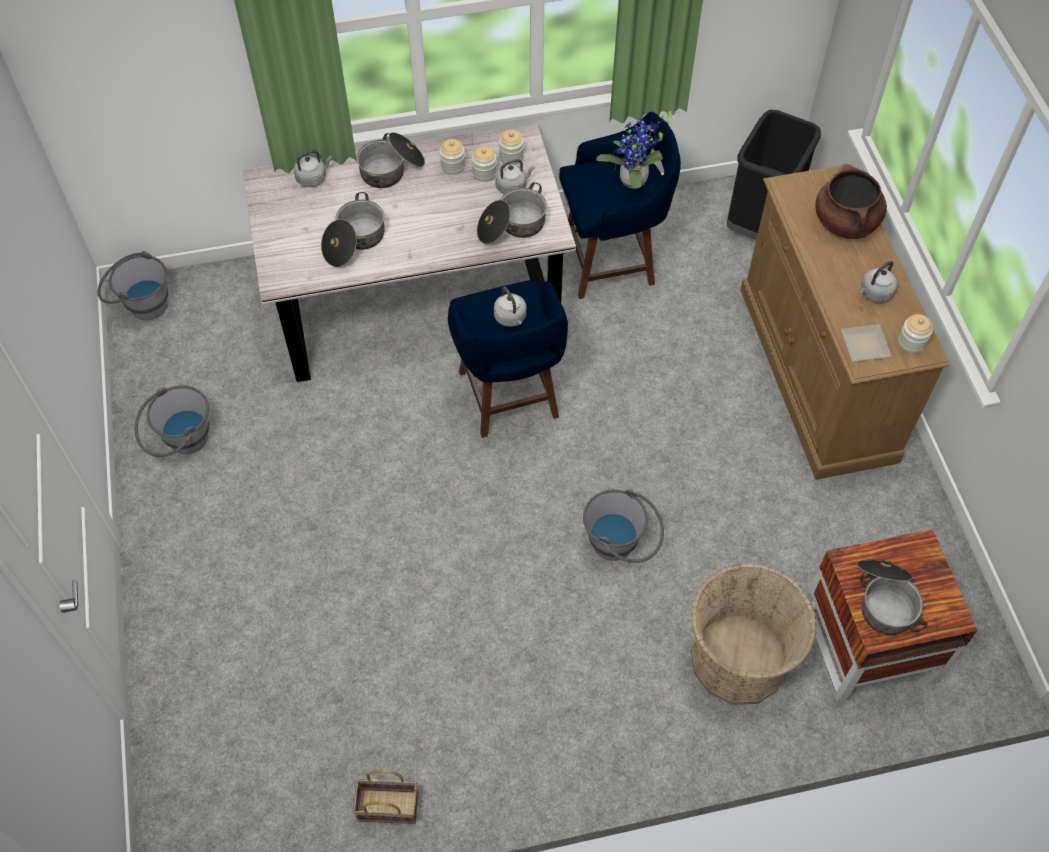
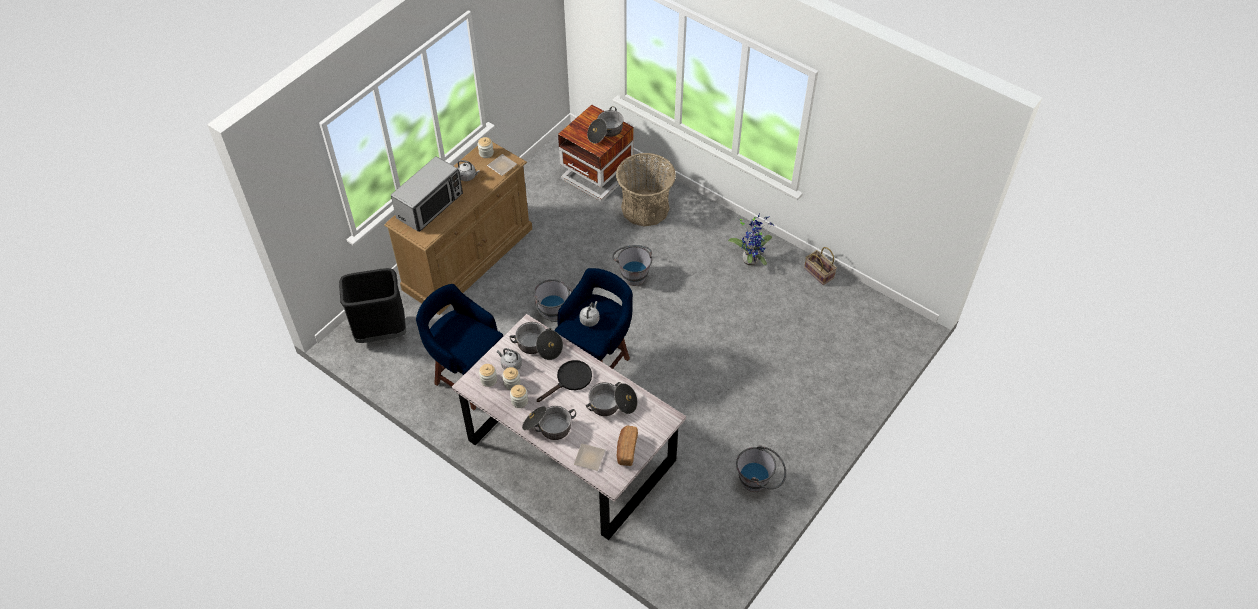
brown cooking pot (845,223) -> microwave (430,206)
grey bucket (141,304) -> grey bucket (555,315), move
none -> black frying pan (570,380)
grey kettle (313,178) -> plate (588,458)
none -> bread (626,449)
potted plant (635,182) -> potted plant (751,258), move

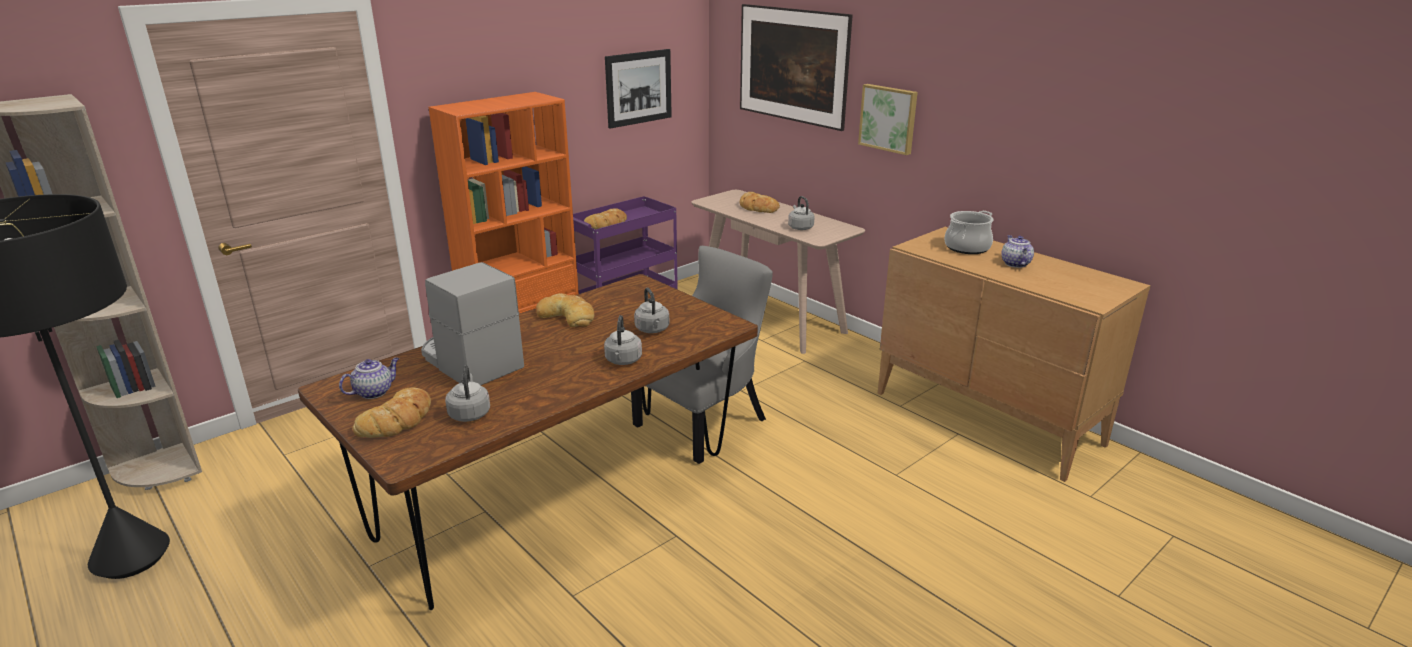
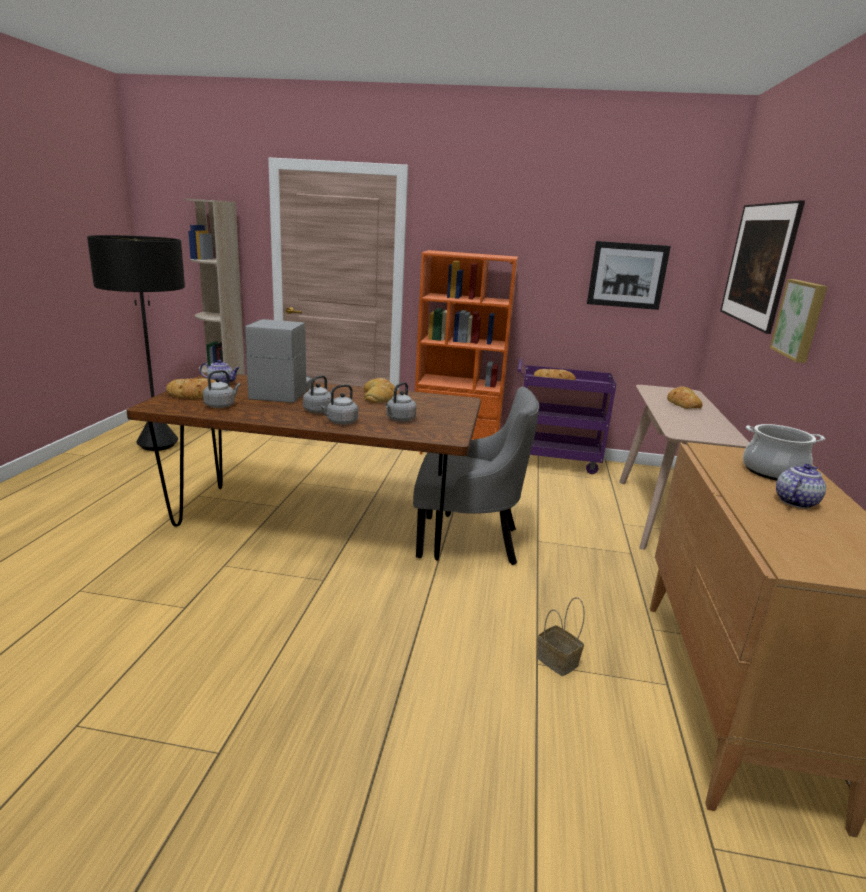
grey kettle (800,227) -> grey kettle (319,410), move
none -> basket (559,661)

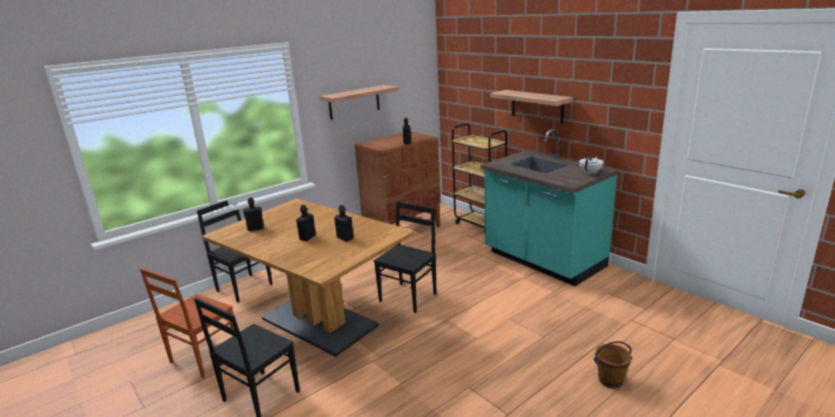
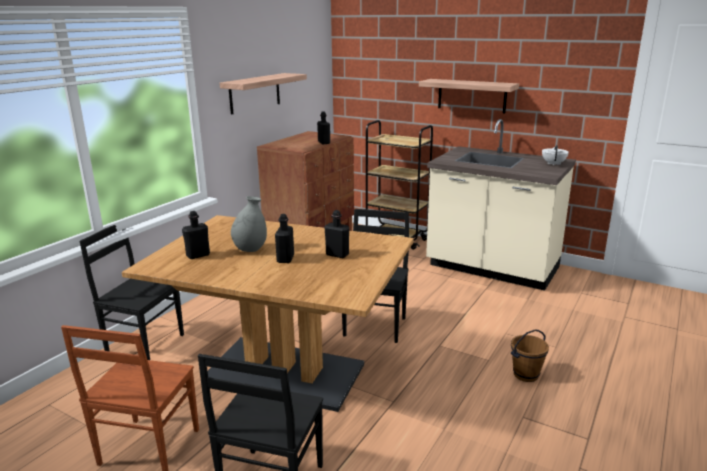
none -> grey vase (250,250)
turquoise counter (543,260) -> beige counter (492,268)
brown bucket (610,381) -> brown bucket (526,375), move

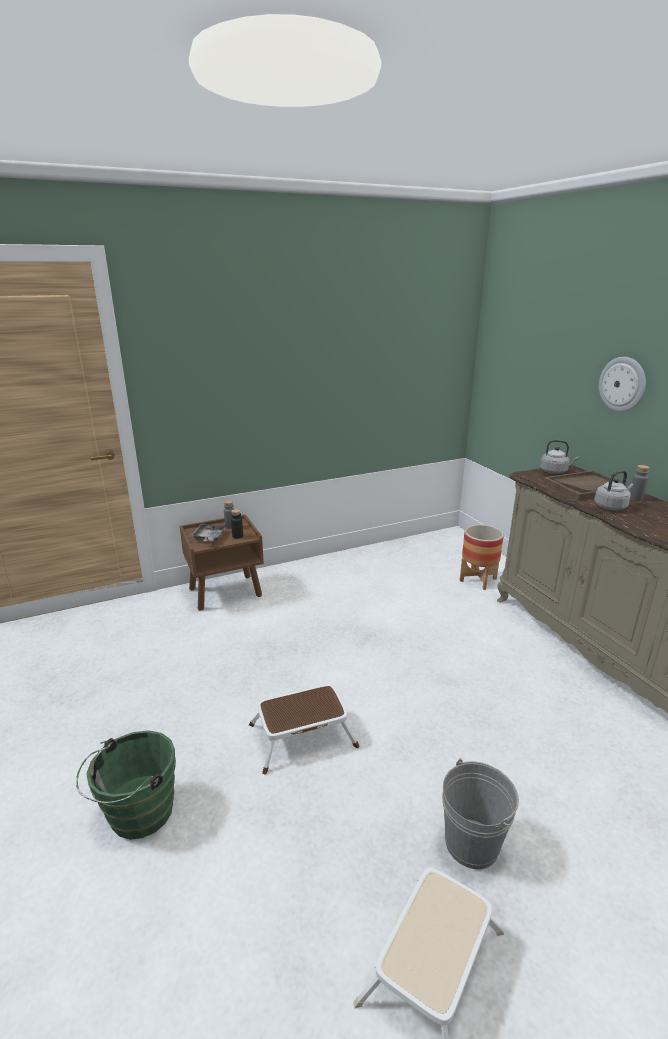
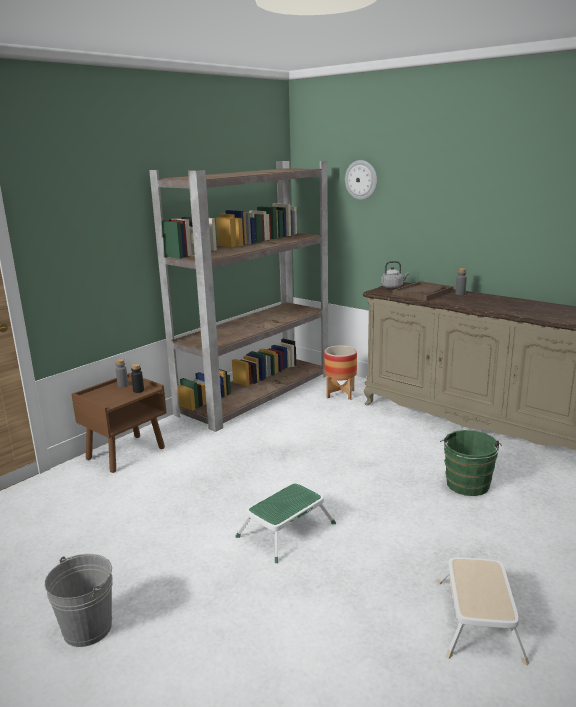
grey bucket (472,843) -> grey bucket (87,628), move
none -> brown bookcase (256,393)
brown step ladder (303,736) -> green step ladder (286,530)
wall clock (622,384) -> wall clock (361,180), move
green bucket (136,815) -> green bucket (467,486), move
grey tray (209,538) -> none
grey kettle (611,506) -> none

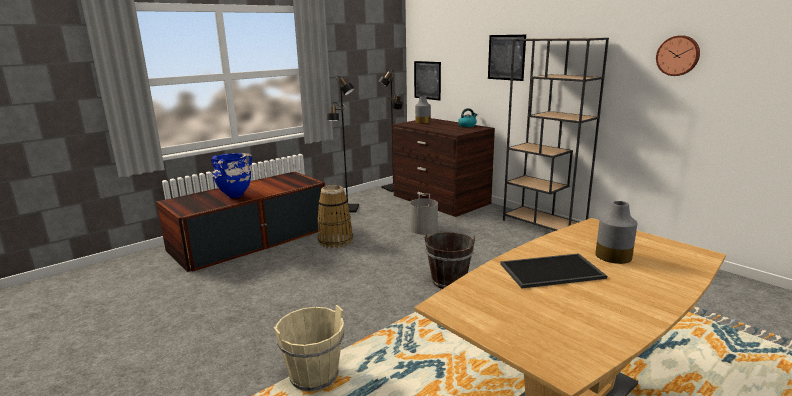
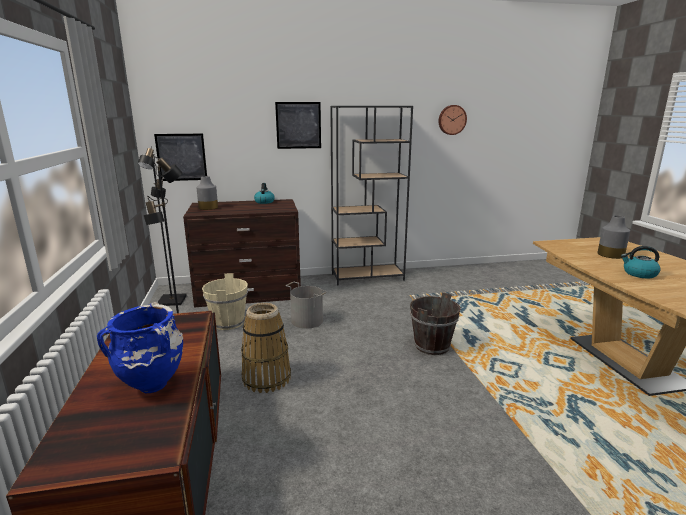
beige bucket (314,376) -> beige bucket (228,323), move
tray (551,272) -> kettle (639,274)

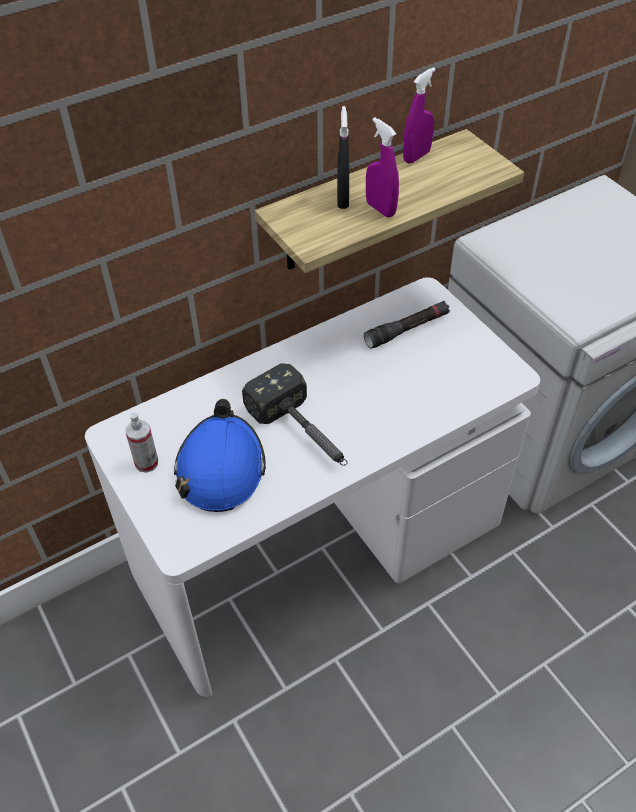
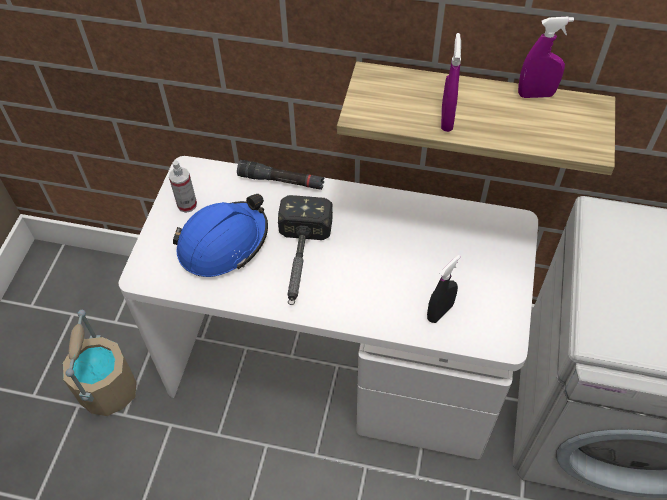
none -> beige bucket (108,389)
black flashlight (407,330) -> black flashlight (281,181), move
black spray bottle (342,199) -> black spray bottle (440,312), move

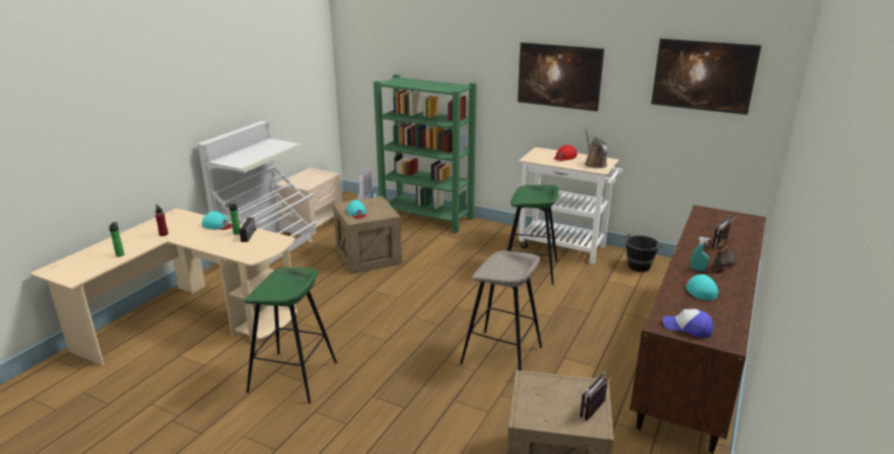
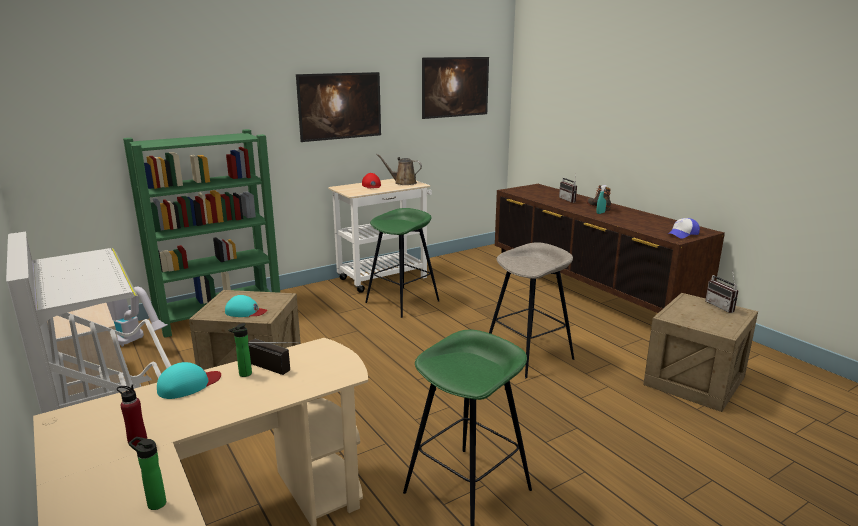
black bucket (640,264) -> none
turquoise cap (699,289) -> none

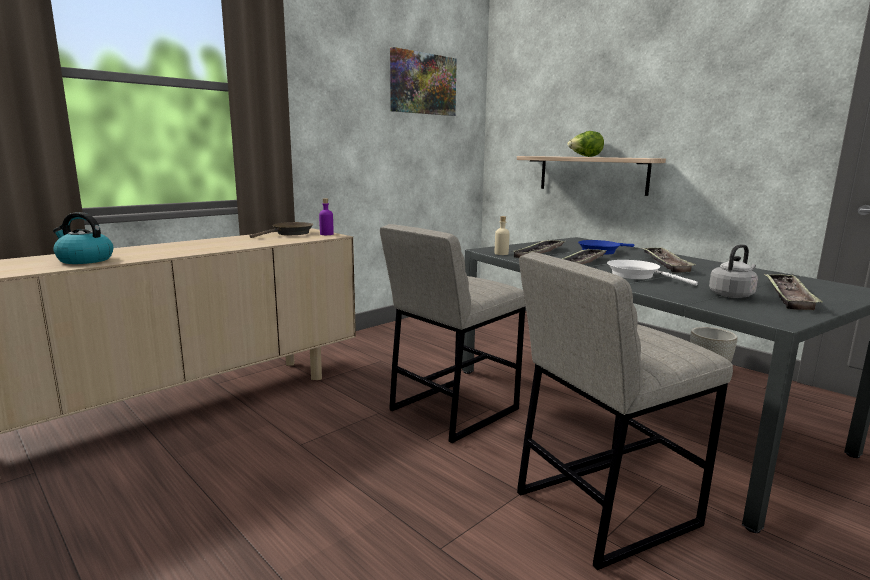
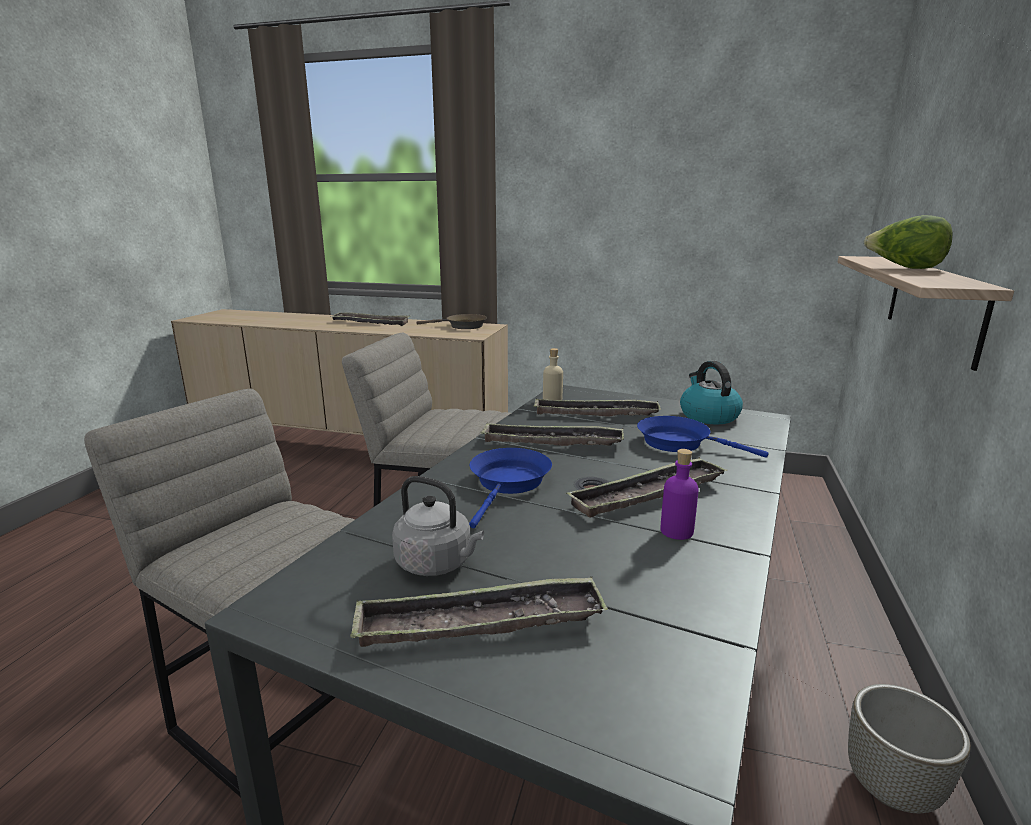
none -> tray (370,323)
white frying pan (637,276) -> blue frying pan (508,483)
purple bottle (326,234) -> purple bottle (676,531), move
kettle (84,260) -> kettle (708,416), move
picture (423,84) -> none

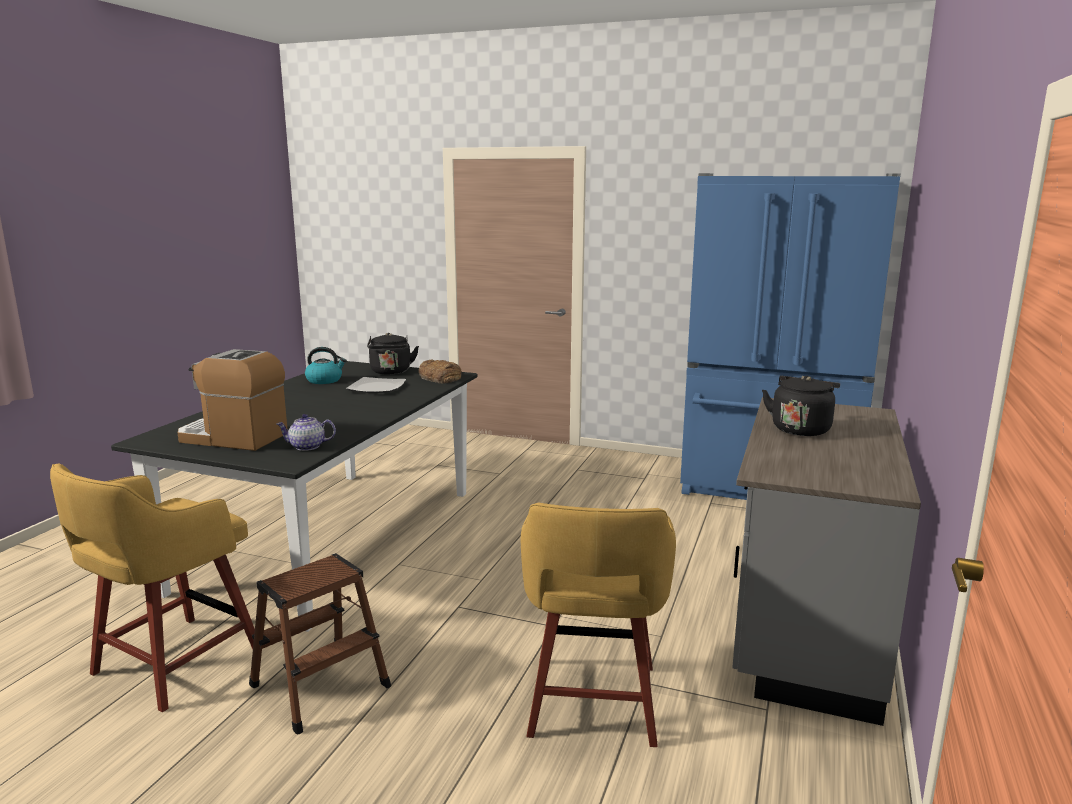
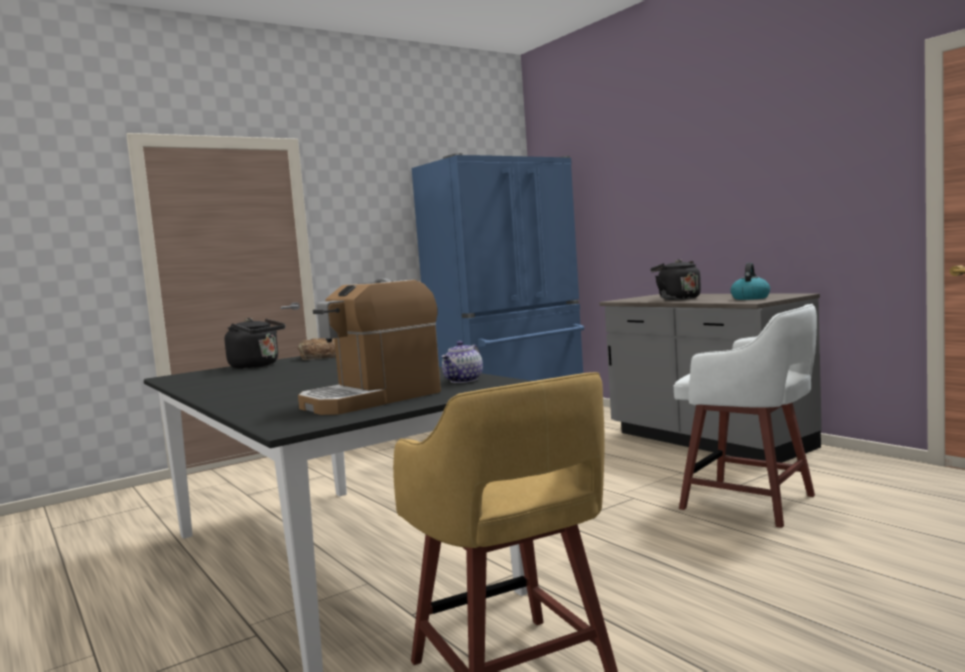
yellow stool (592,704) -> white stool (752,503)
kettle (325,380) -> kettle (750,298), move
brown step ladder (319,685) -> none
plate (377,388) -> none

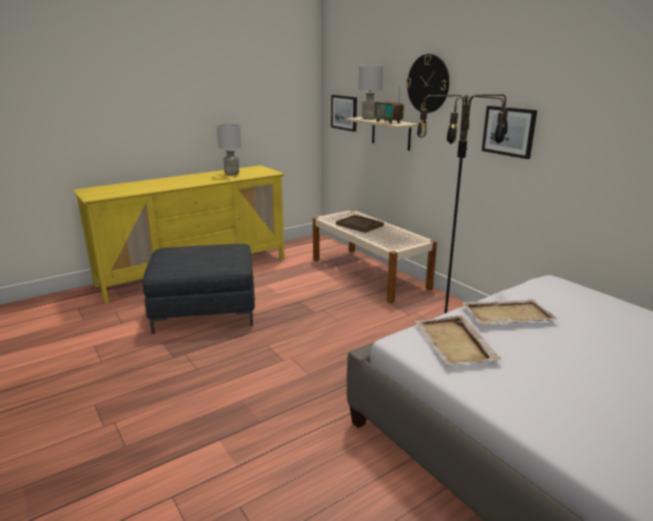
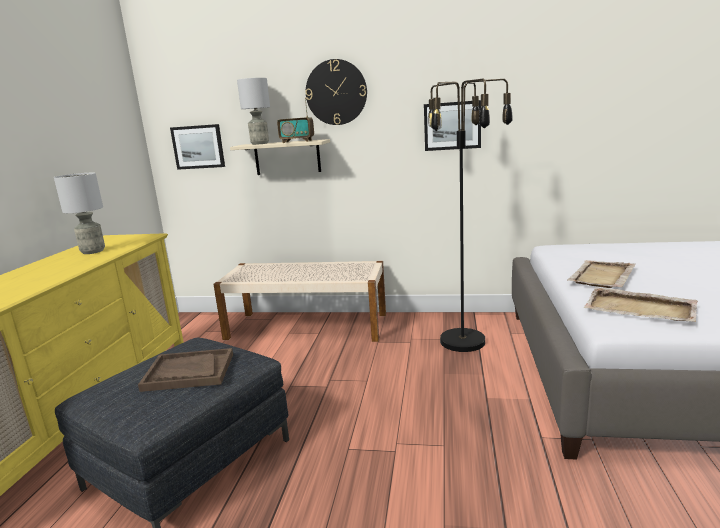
brown tray (359,225) -> brown tray (188,372), move

